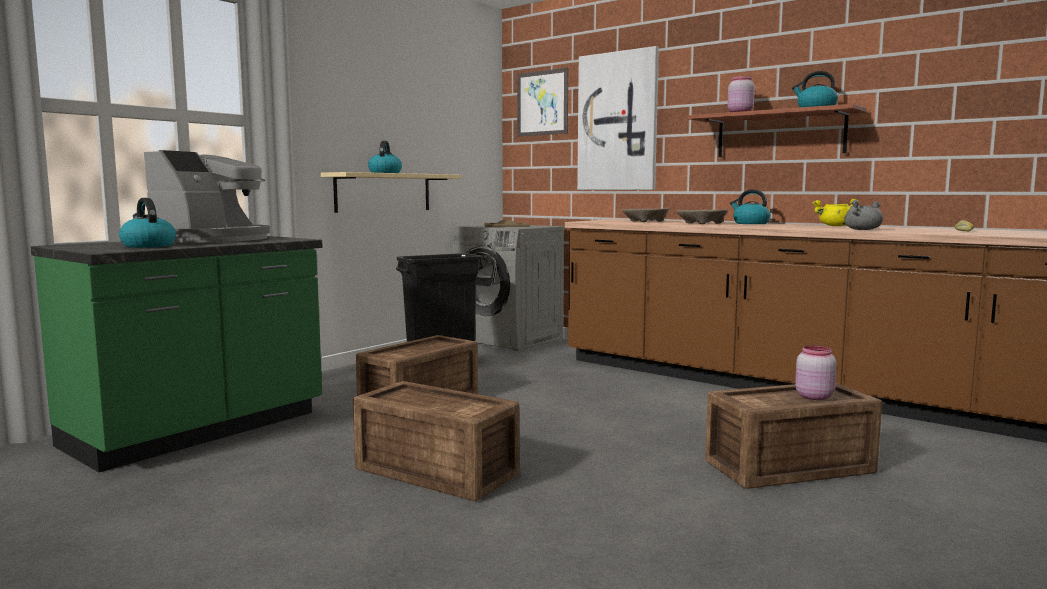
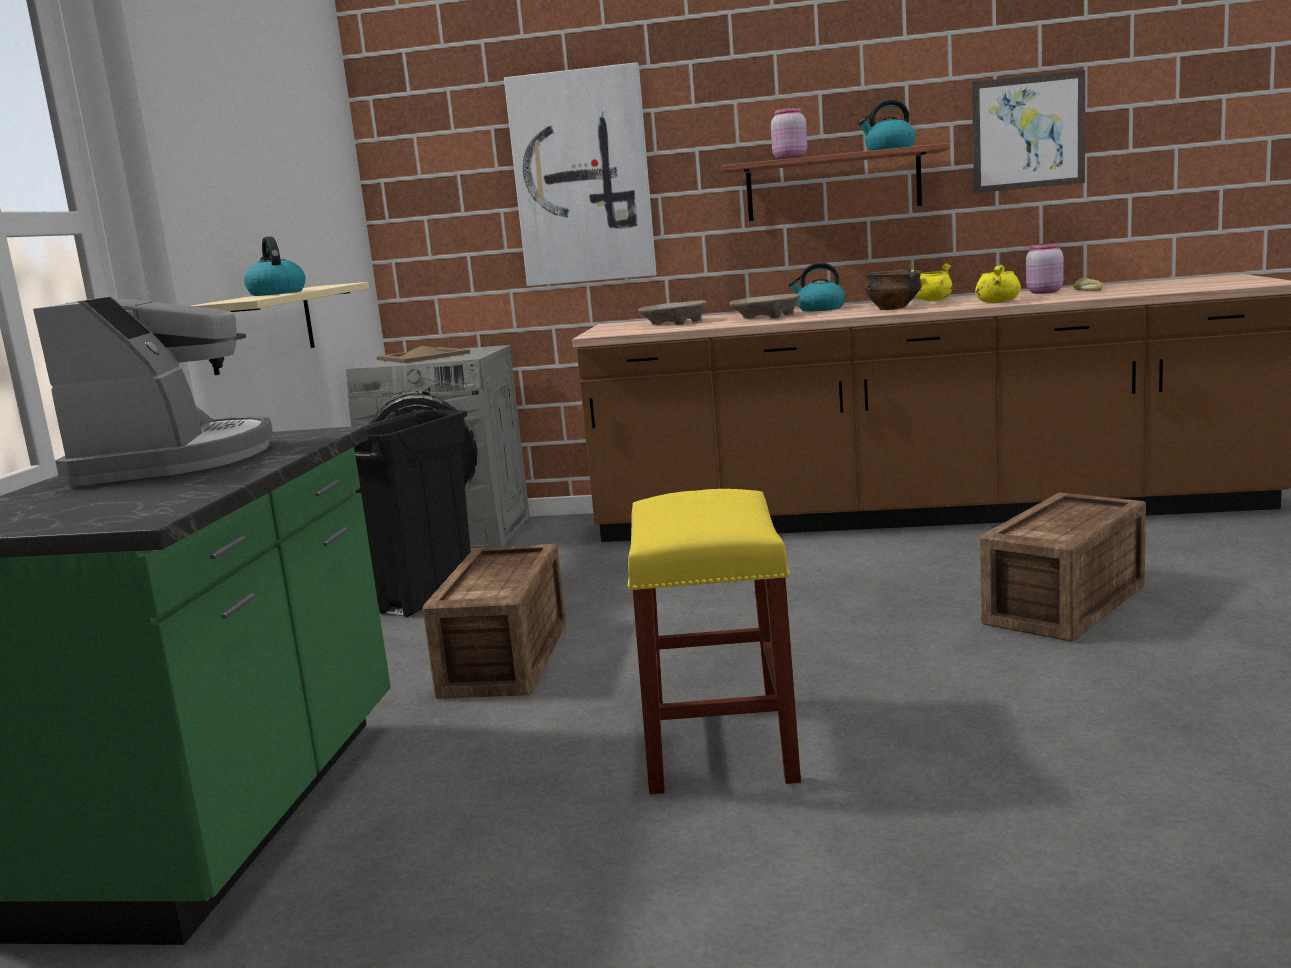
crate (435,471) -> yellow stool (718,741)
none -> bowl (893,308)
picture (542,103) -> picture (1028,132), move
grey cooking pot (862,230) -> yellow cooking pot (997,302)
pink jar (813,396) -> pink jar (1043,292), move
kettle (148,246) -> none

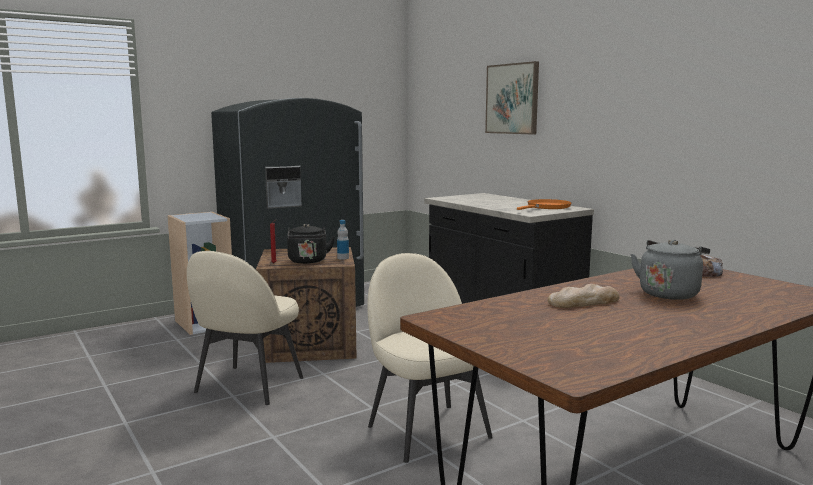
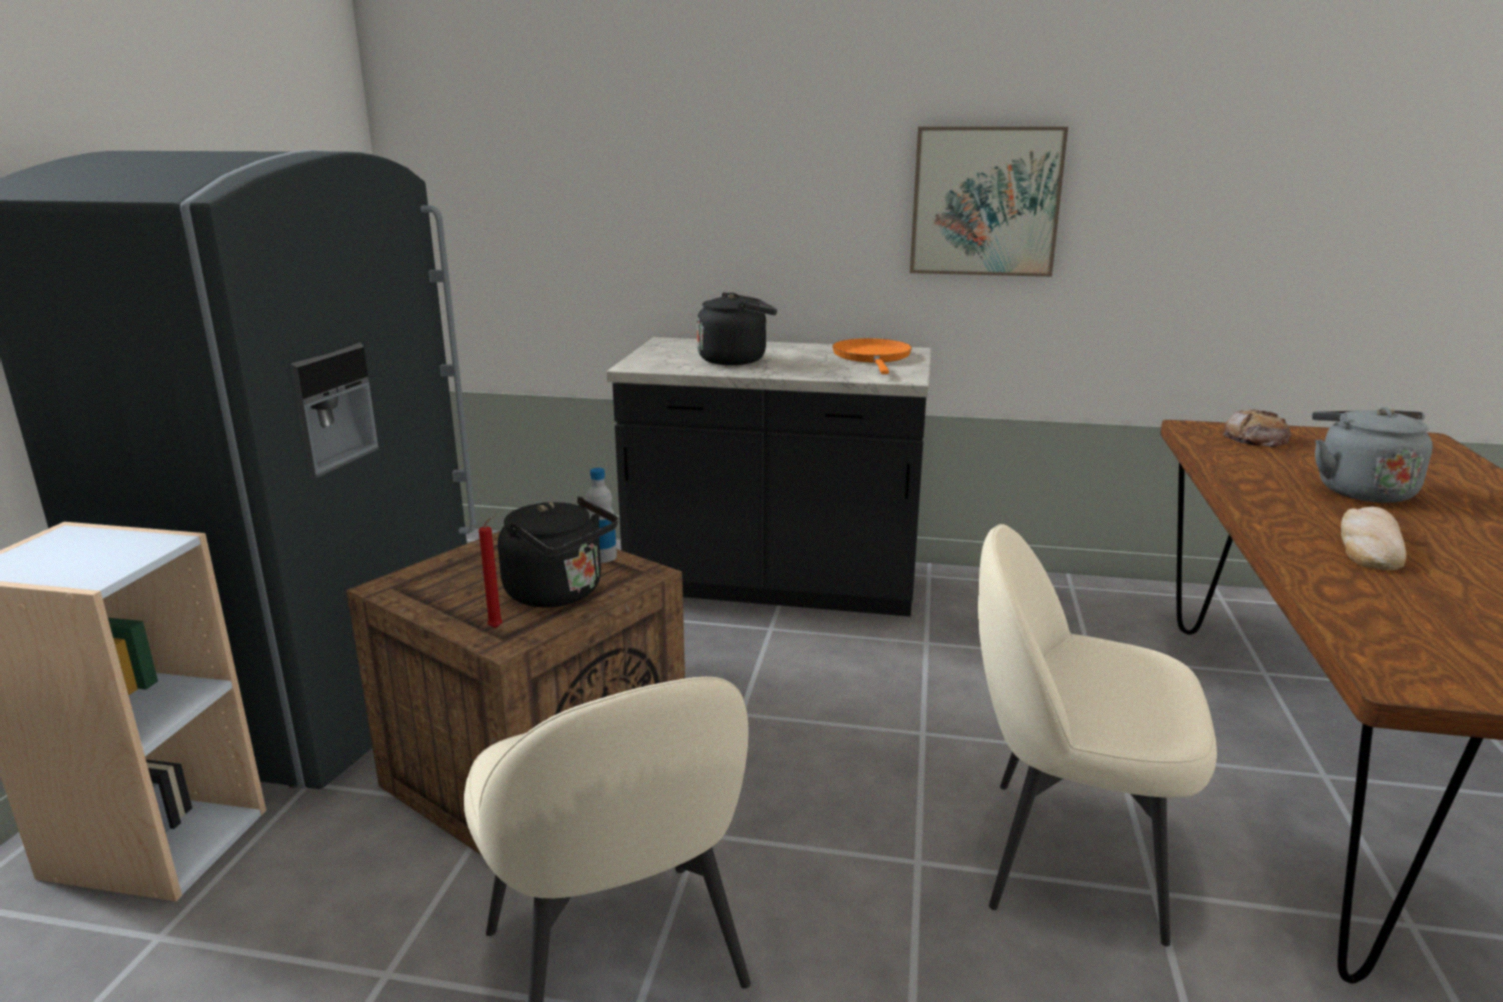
none -> black kettle (736,360)
picture (512,99) -> picture (985,201), move

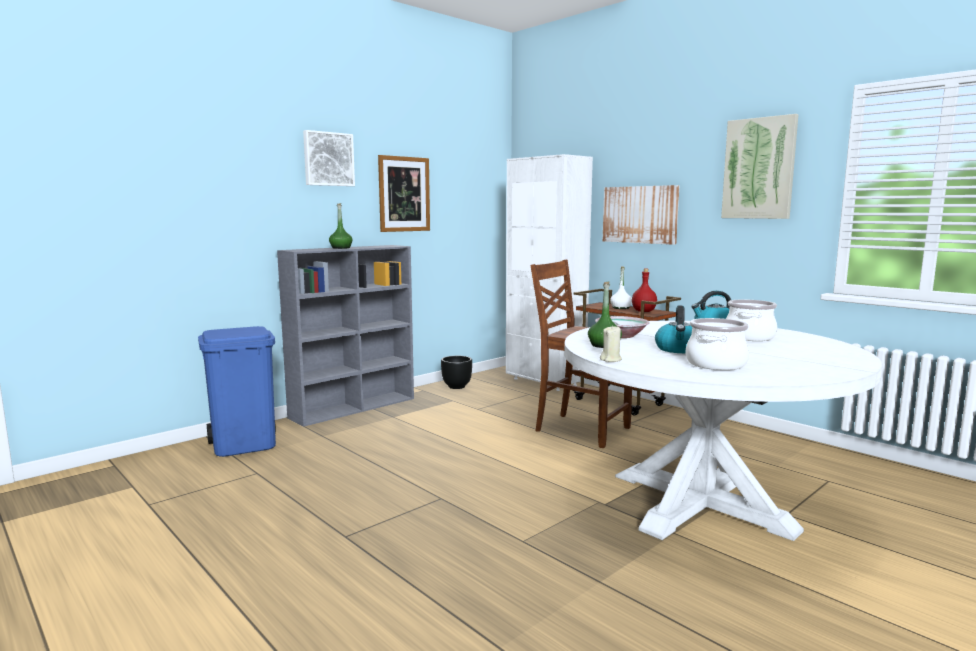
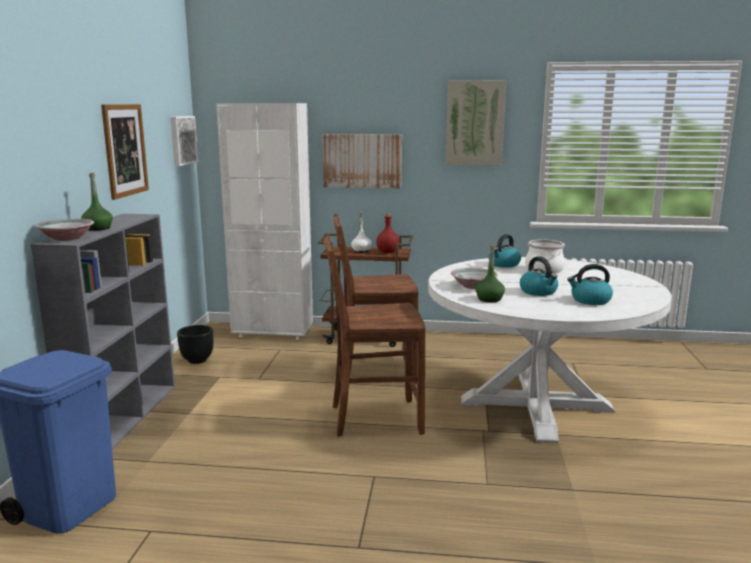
none -> bowl (66,238)
picture (328,159) -> picture (182,140), move
none -> brown chair (374,418)
cooking pot (716,364) -> kettle (590,300)
beige candle (611,360) -> none

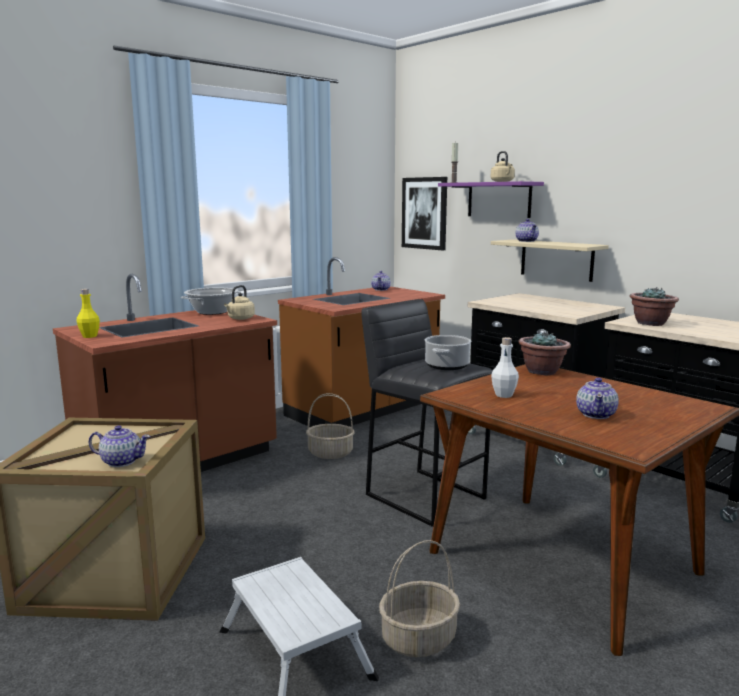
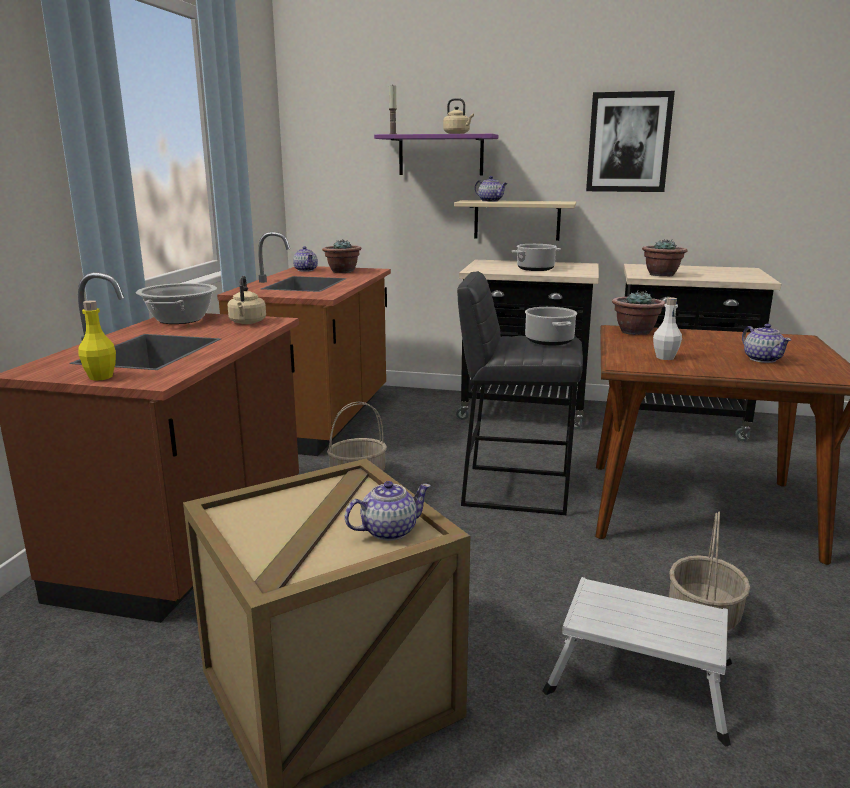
none -> potted plant (342,271)
none -> cooking pot (535,269)
picture (424,213) -> picture (628,142), move

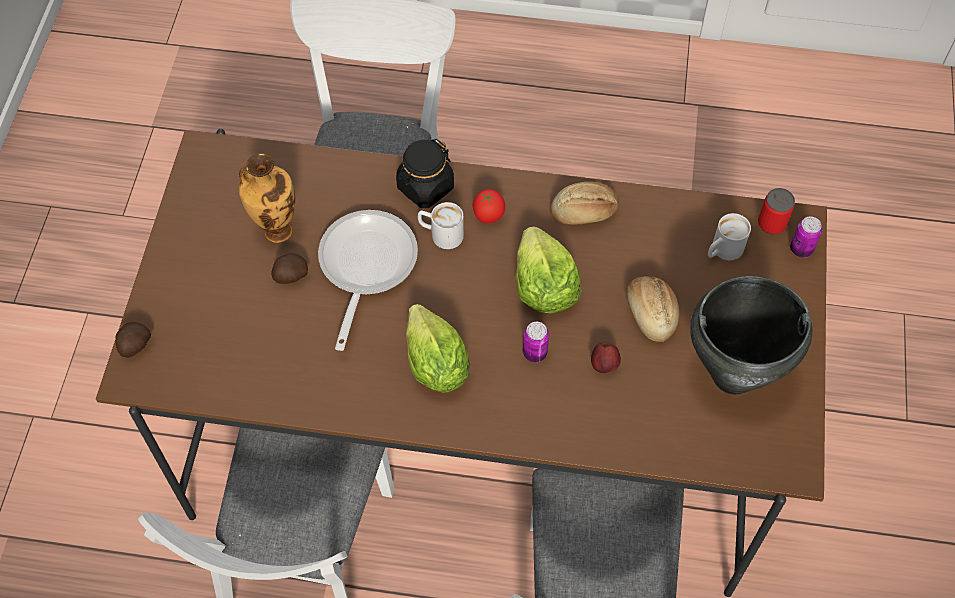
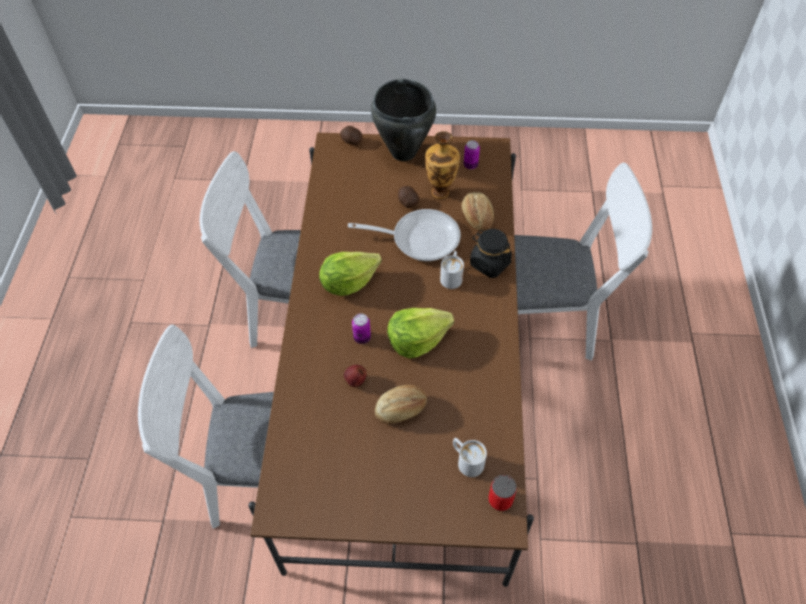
black cooking pot (734,376) -> black cooking pot (403,152), move
bread (584,213) -> bread (476,217), move
can (801,249) -> can (470,165), move
tomato (488,217) -> none

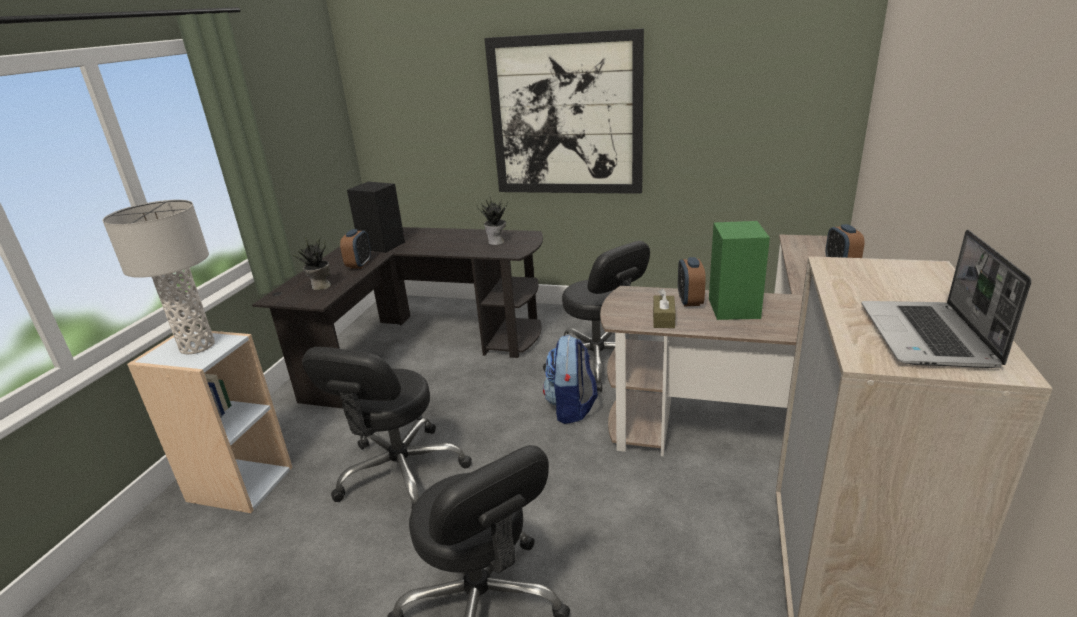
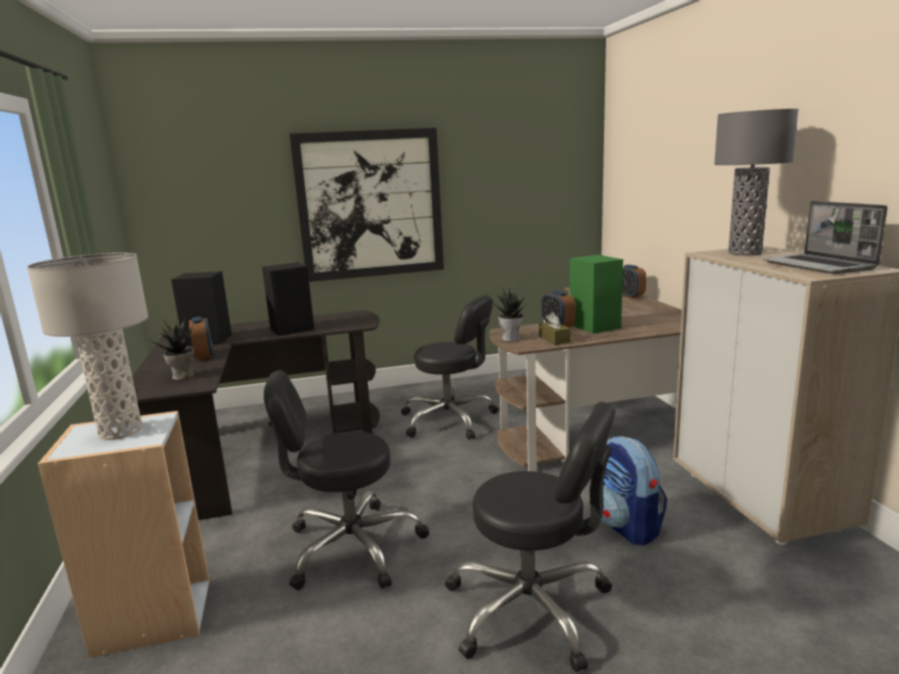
none -> black speaker (293,329)
black office chair (399,476) -> black office chair (346,549), 90 degrees clockwise
potted plant (497,242) -> potted plant (511,338), move
backpack (571,408) -> backpack (628,527), move
none -> grey table lamp (745,253)

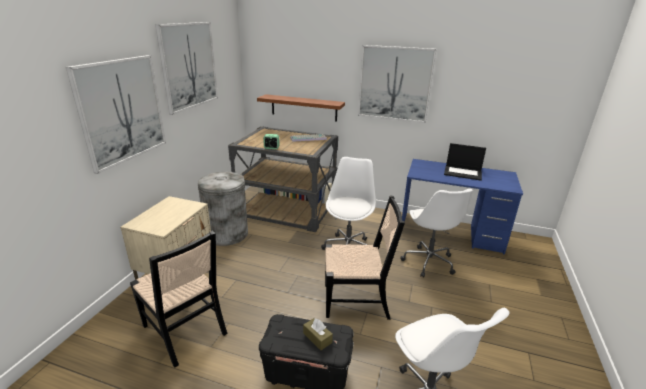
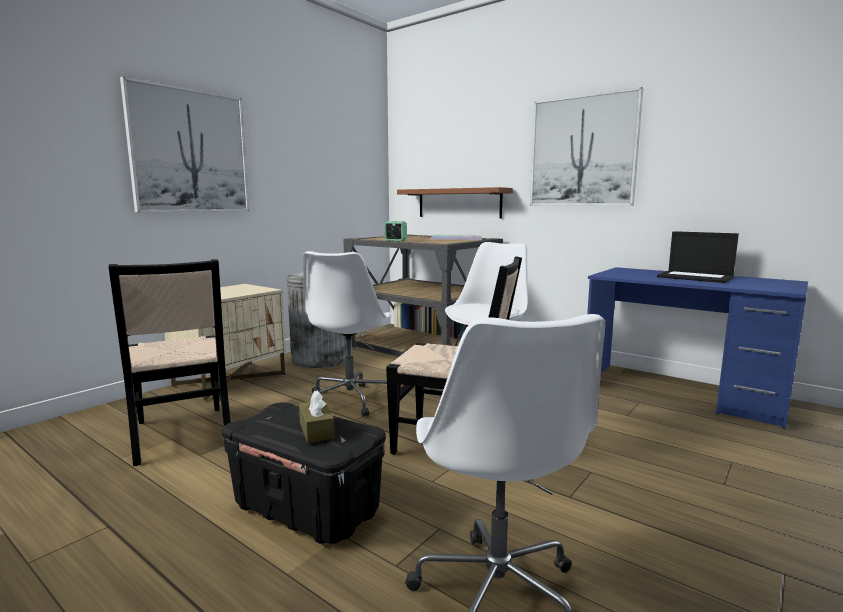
white office chair (429,263) -> white office chair (349,401), move
picture (189,66) -> none

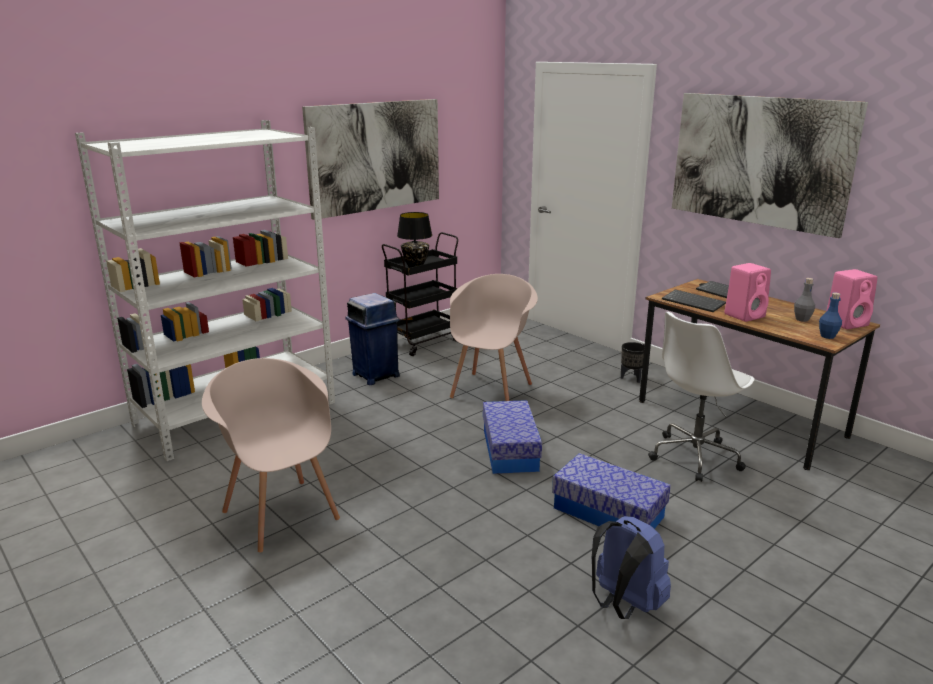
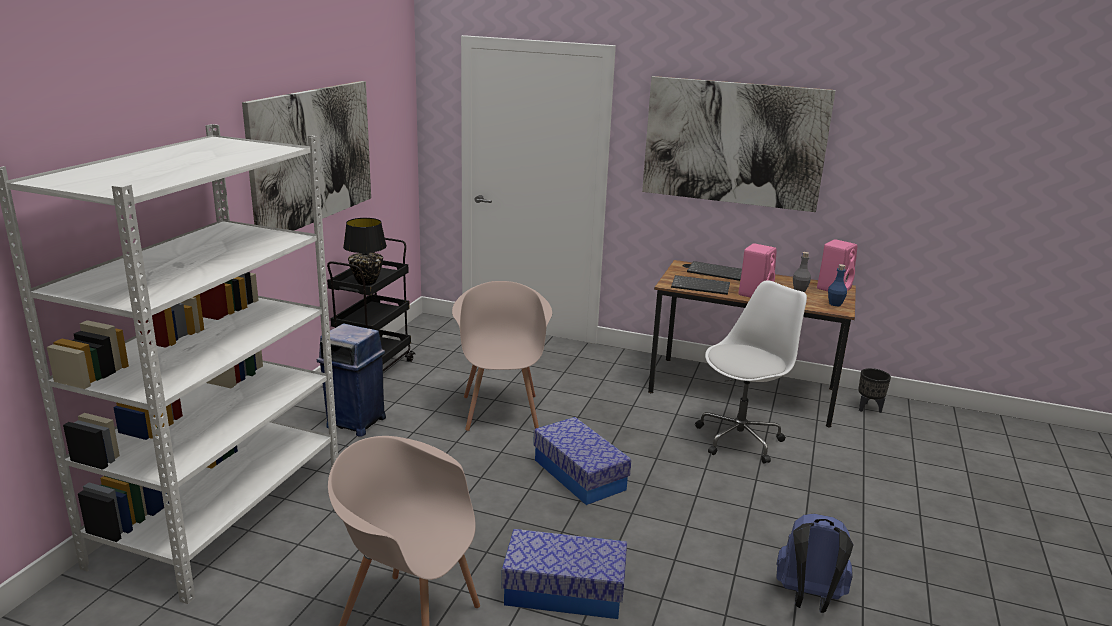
storage box (608,512) -> storage box (564,591), move
white office chair (693,458) -> white office chair (740,439), 150 degrees counterclockwise
black planter (631,378) -> black planter (868,408), move

